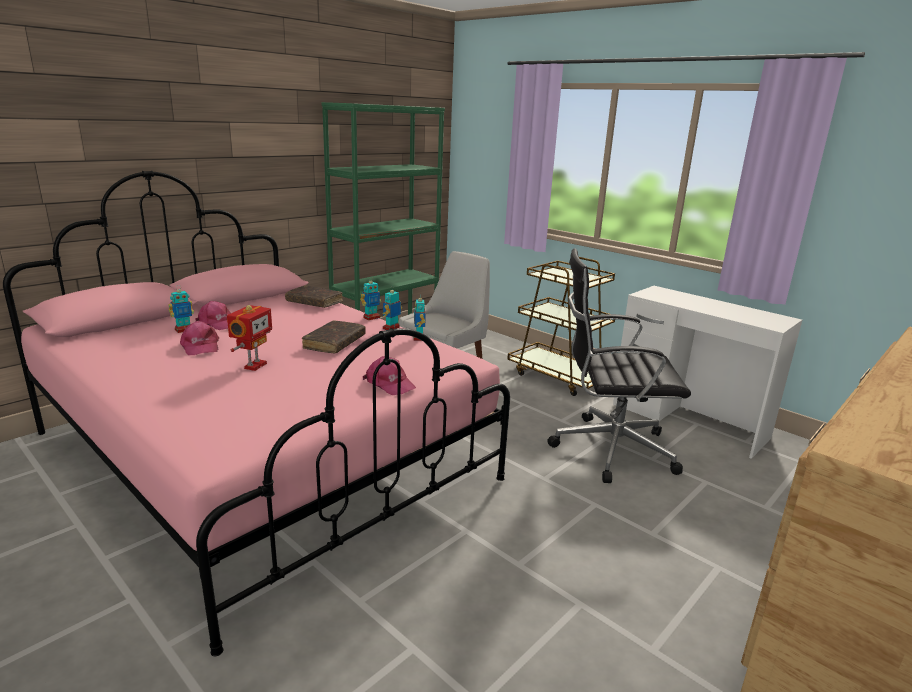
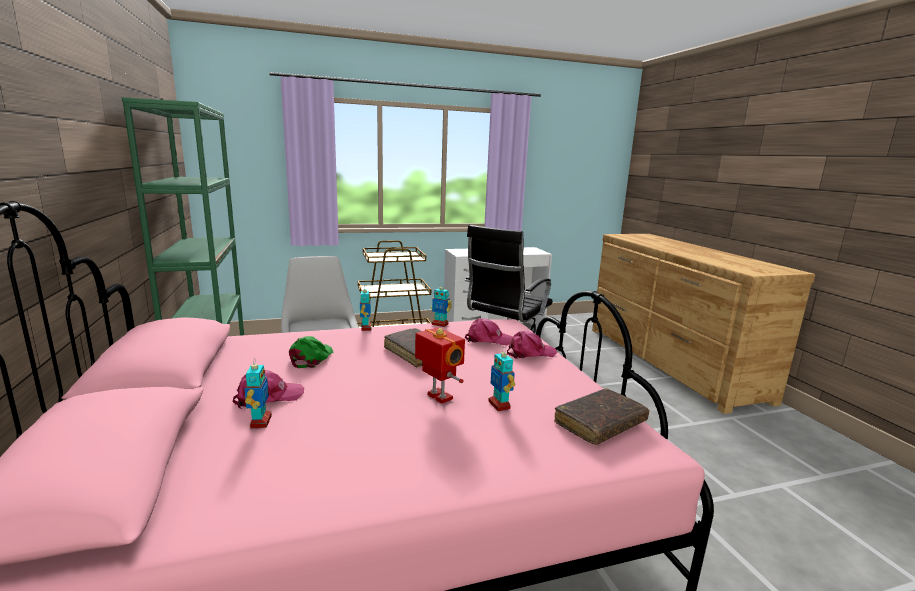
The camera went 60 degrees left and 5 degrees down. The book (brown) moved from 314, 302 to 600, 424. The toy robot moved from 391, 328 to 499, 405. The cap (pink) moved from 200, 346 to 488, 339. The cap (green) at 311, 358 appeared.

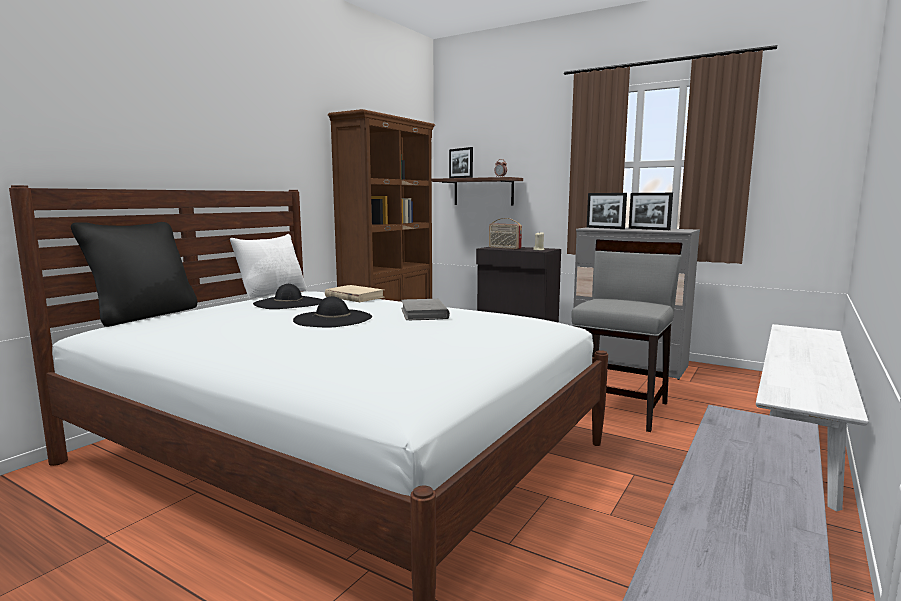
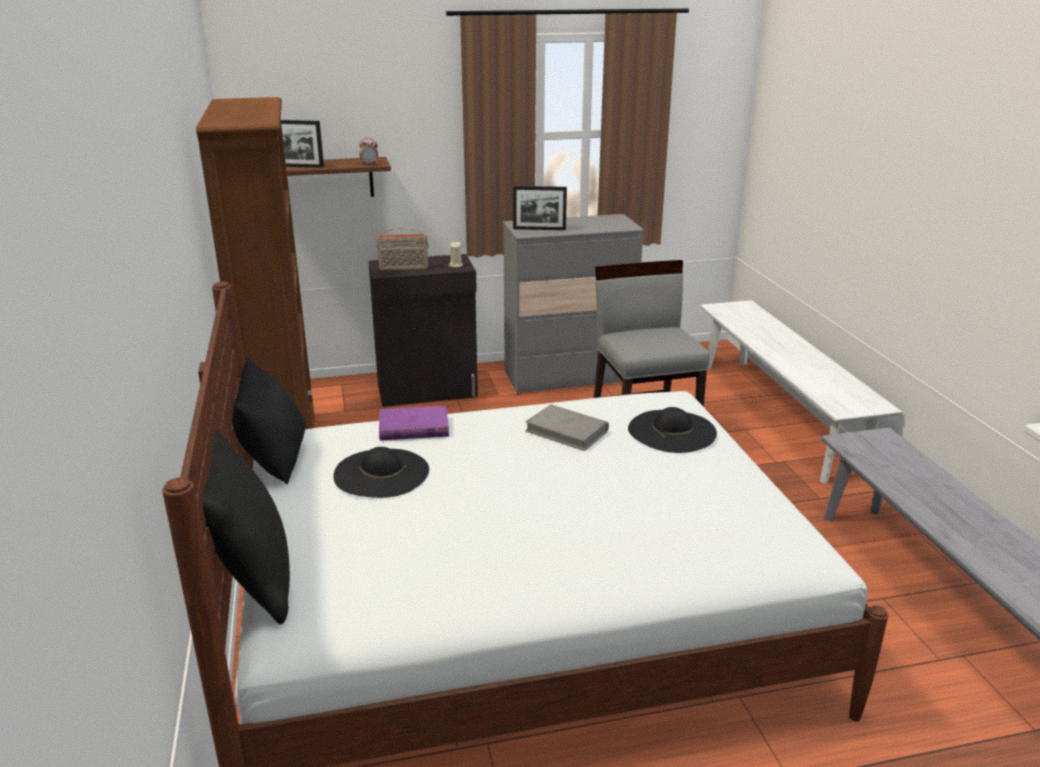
The camera went 45 degrees left and 15 degrees up. The picture frame at 648, 229 disappeared. The pillow (white) at 273, 294 became the pillow (black) at 274, 459. The book (beige) at 354, 297 became the book (purple) at 413, 427. The hat (black) moved from 333, 319 to 672, 431.

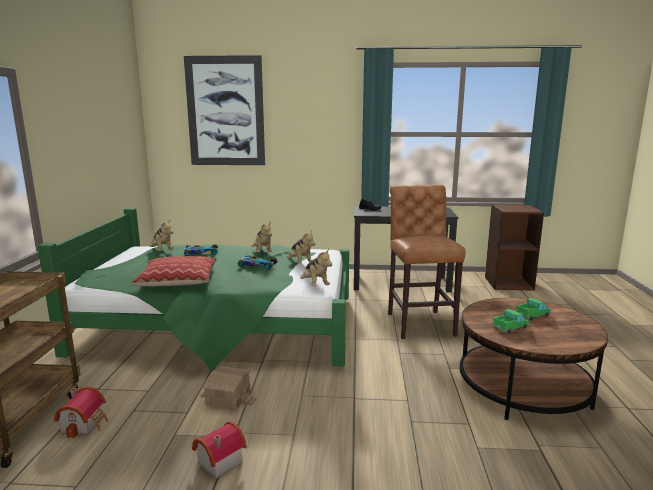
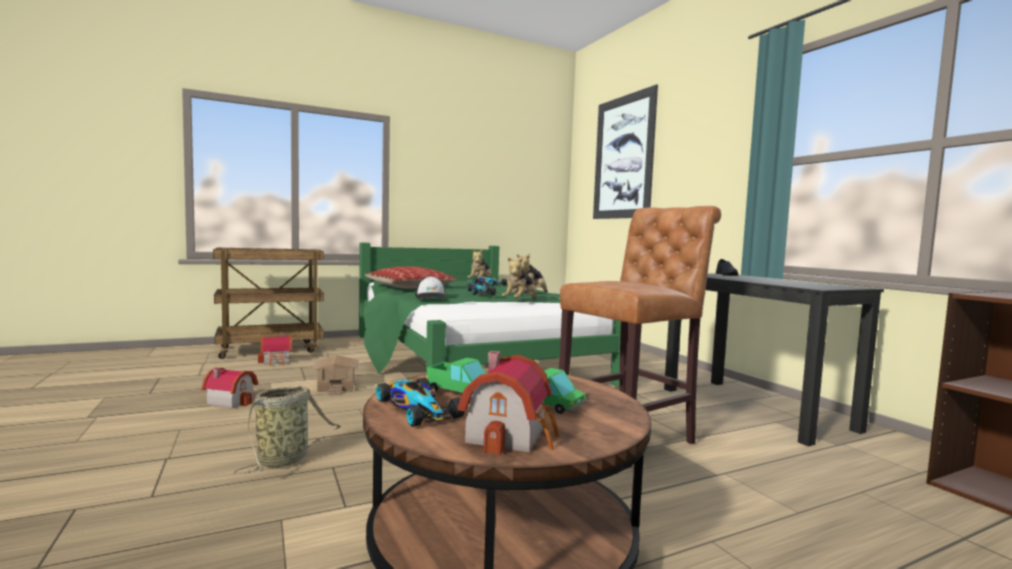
The camera went 60 degrees right and 10 degrees down. The plush toy at 315, 285 disappeared. The cap at 431, 297 appeared. The toy house at 512, 435 appeared. The toy car at 417, 408 appeared. The basket at 286, 459 appeared.

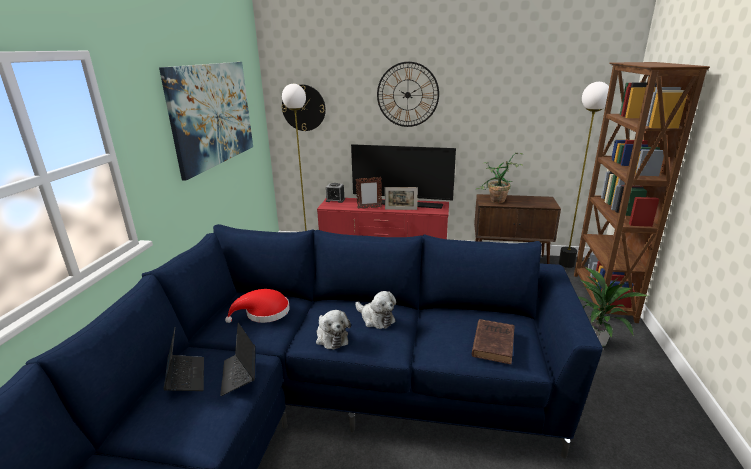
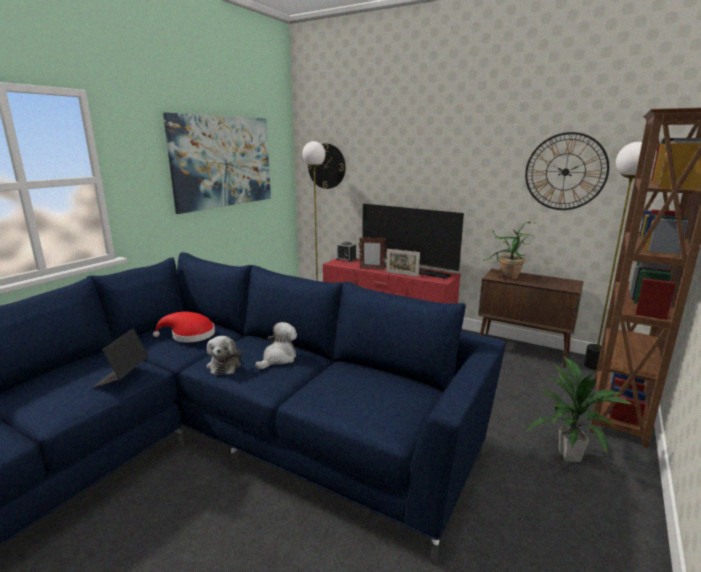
The camera went 20 degrees right and 5 degrees down. The wall clock moved from 407, 95 to 565, 172. The plush toy at 376, 318 turned 120 degrees counterclockwise. The book (brown) at 493, 343 disappeared. The laptop at 186, 377 disappeared.

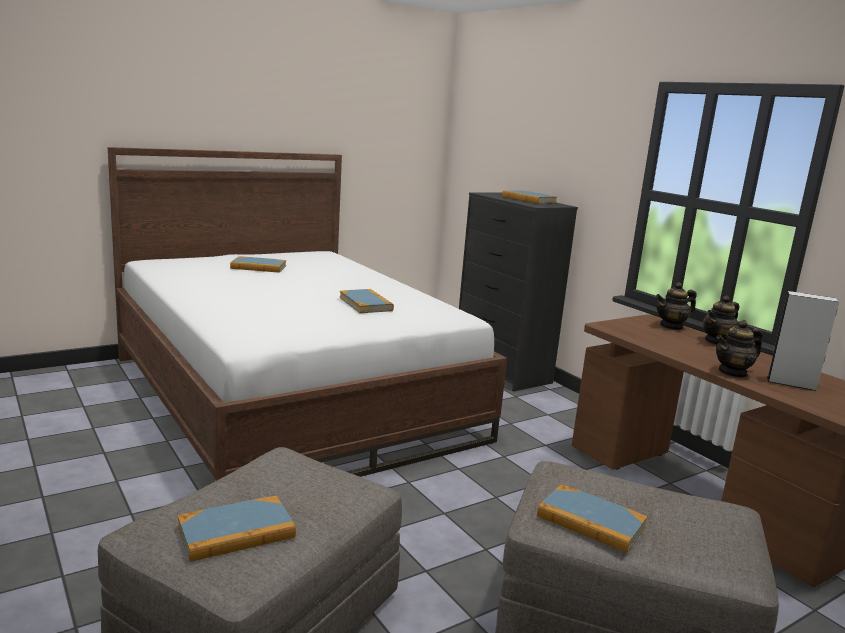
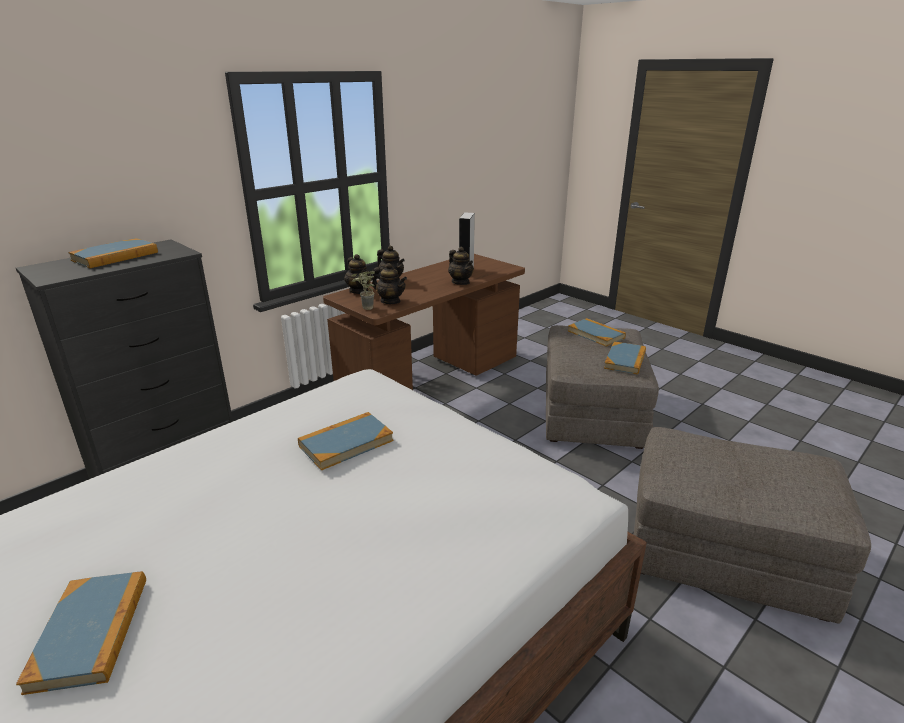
The camera went 100 degrees left and 10 degrees up. The book moved from 236, 532 to 596, 334. The teapot at 390, 301 appeared. The potted plant at 365, 309 appeared.

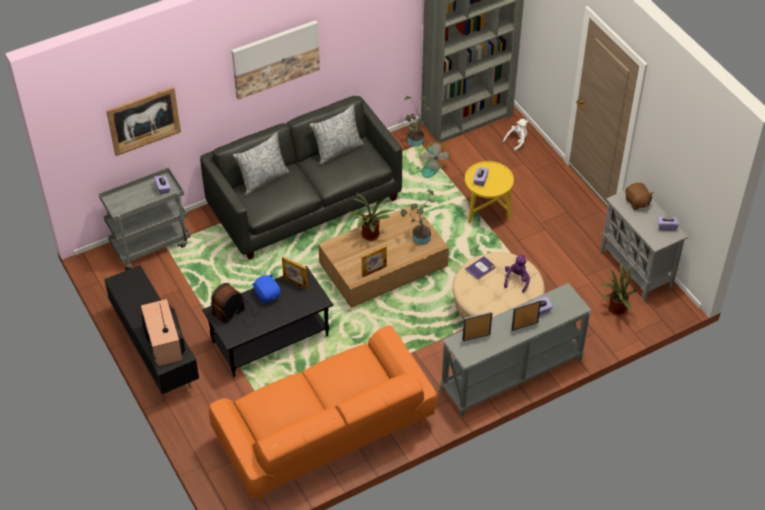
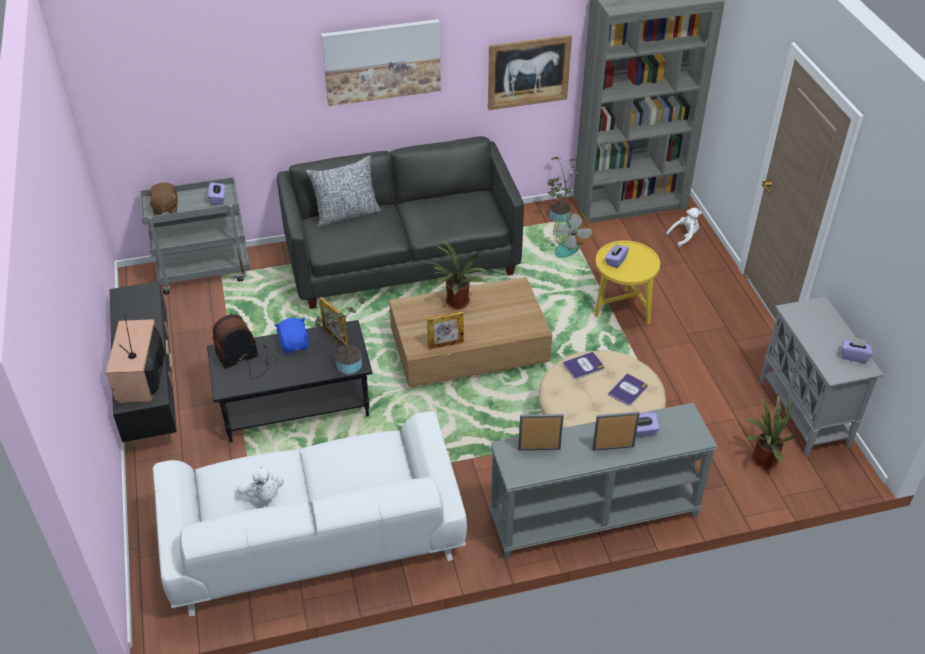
The camera went 15 degrees right and 5 degrees down. The picture moved from 144, 120 to 528, 72. The pillow at 337, 150 disappeared. The plush toy (brown) moved from 637, 202 to 165, 208. The potted plant moved from 419, 238 to 345, 364. The plush toy (purple) at 516, 280 was replaced by the book at 628, 390. The sofa (orange) at 324, 432 became the sofa (white) at 313, 539. The plush toy (white) at 263, 495 appeared.

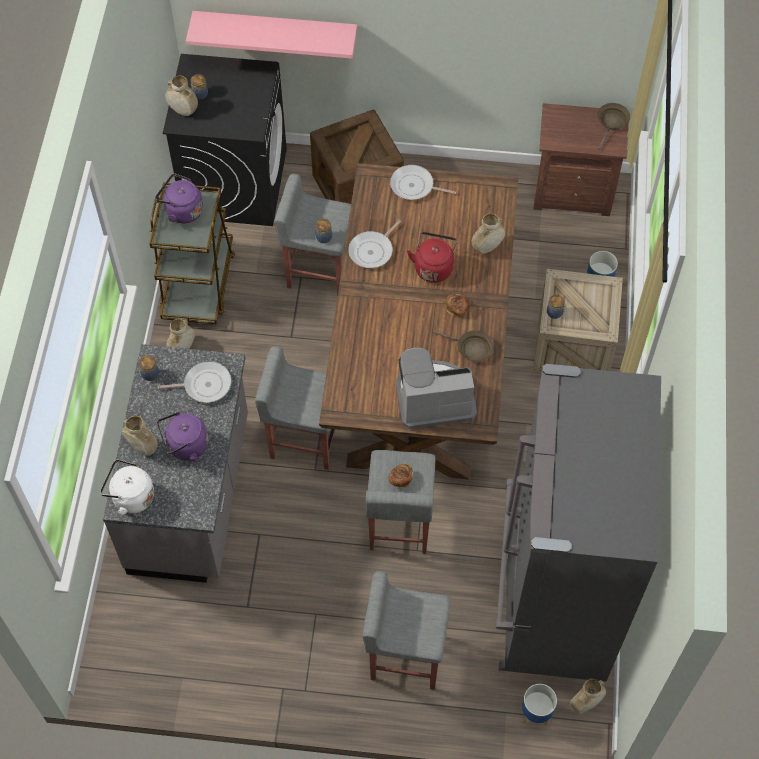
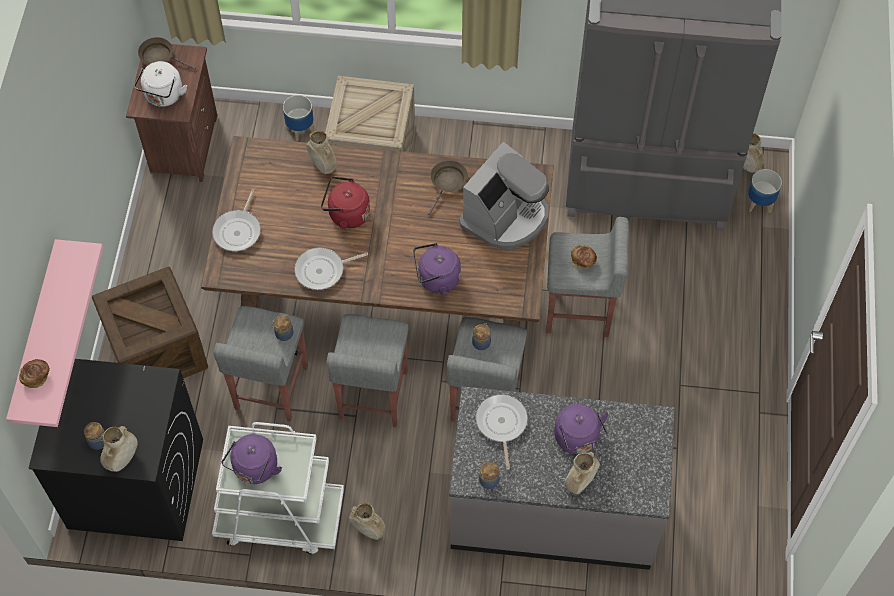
The camera went 90 degrees left and 0 degrees up. The cart (brown) at 198, 283 became the cart (white) at 279, 517. The frying pan at 373, 250 turned 120 degrees clockwise. The bread moved from 457, 309 to 36, 376. The jar moved from 555, 313 to 481, 342. The coffee machine at 433, 398 turned 135 degrees counterclockwise. The kettle (white) moved from 130, 497 to 163, 96. The stool (grey) moved from 405, 656 to 373, 395. The kettle (purple) at 436, 279 appeared.

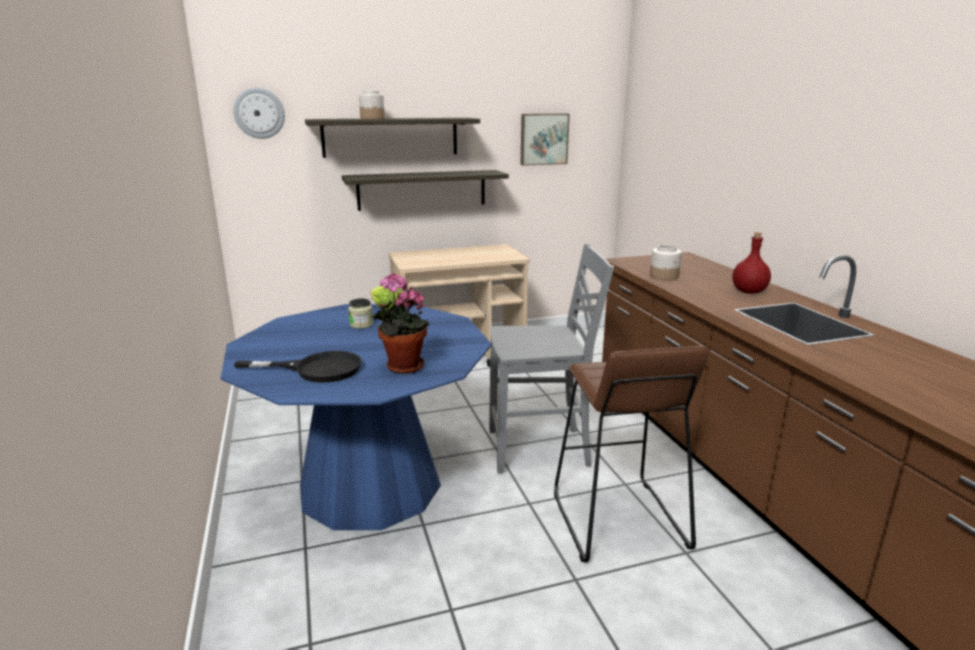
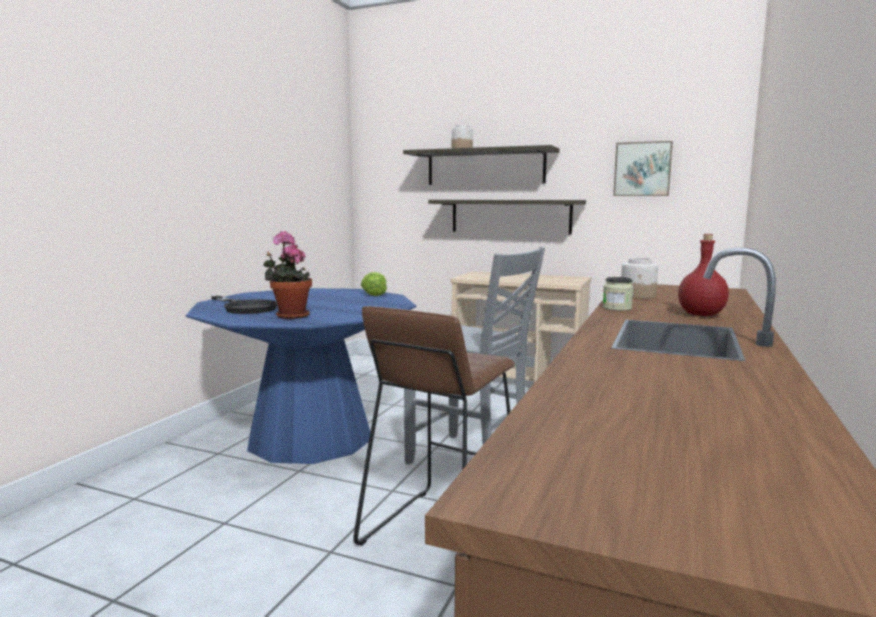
The camera went 40 degrees right and 10 degrees down. The wall clock at 259, 113 disappeared. The jar moved from 361, 324 to 617, 308.

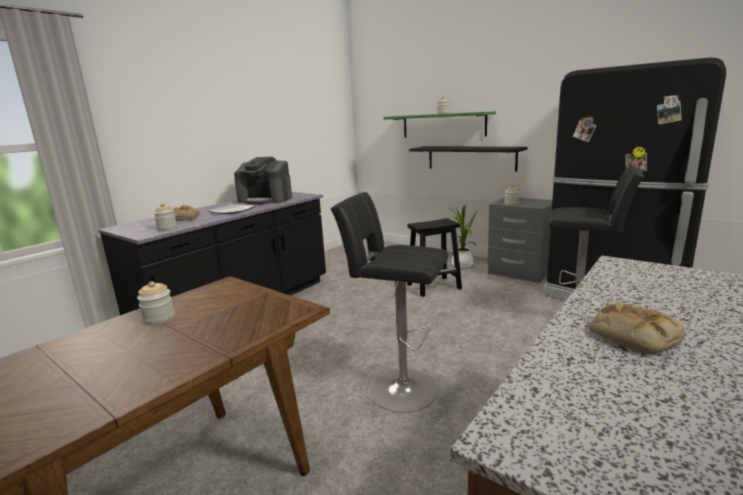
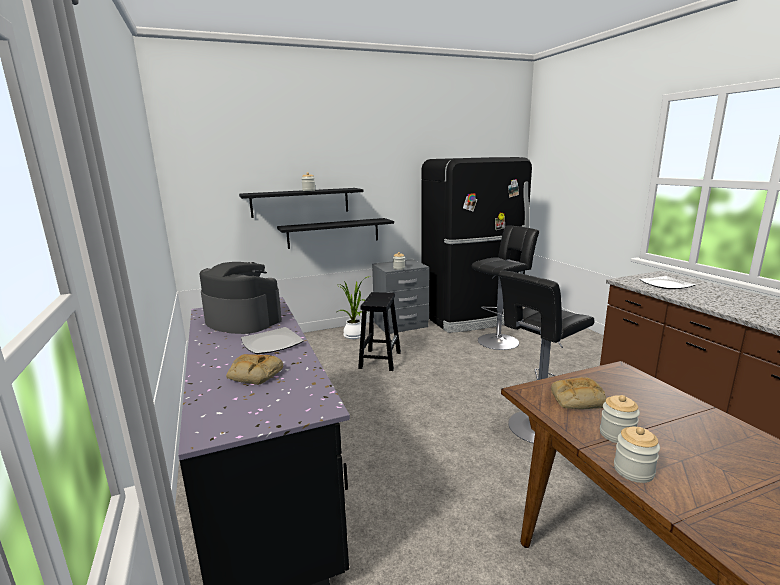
The camera went 60 degrees left and 0 degrees up. The shelf (green) at 443, 125 became the shelf (black) at 300, 202. The coffee machine at 266, 200 turned 105 degrees counterclockwise. The jar moved from 167, 228 to 633, 471. The bread moved from 632, 336 to 577, 399. The plate at 666, 285 appeared.

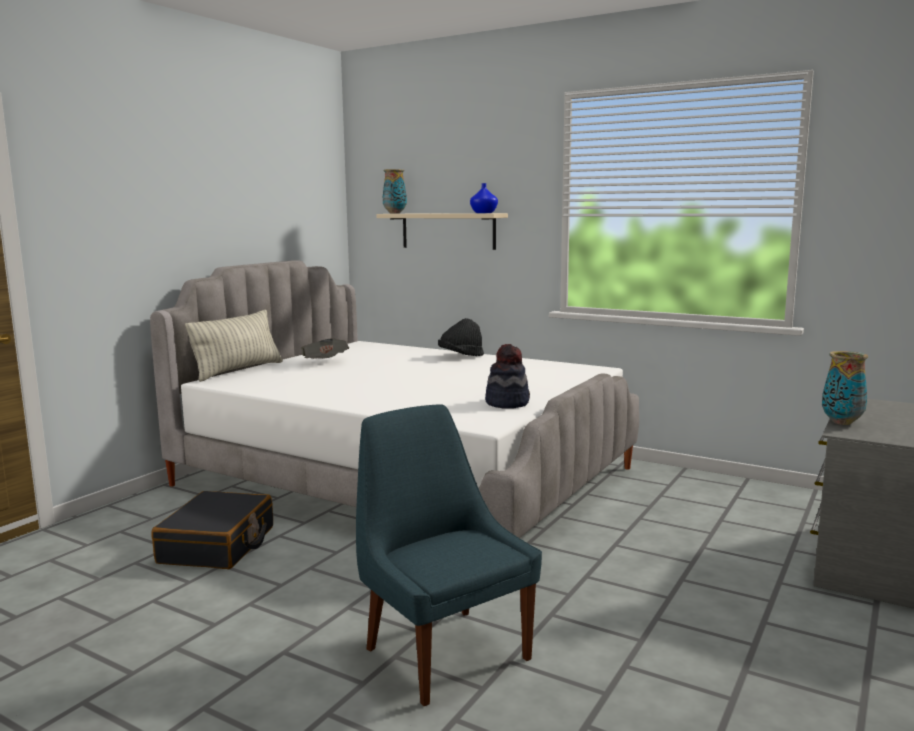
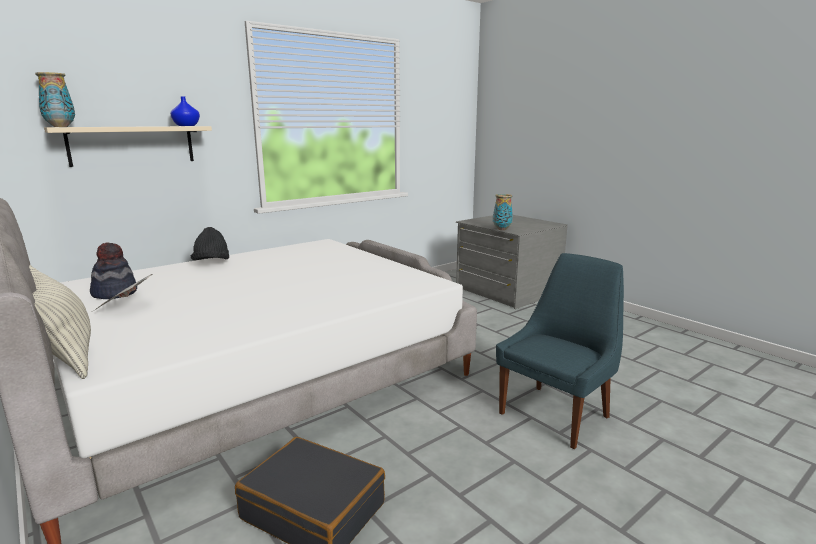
The camera went 70 degrees left and 5 degrees up. The hat moved from 507, 403 to 115, 293. The chair (blue) at 443, 651 turned 150 degrees clockwise.

